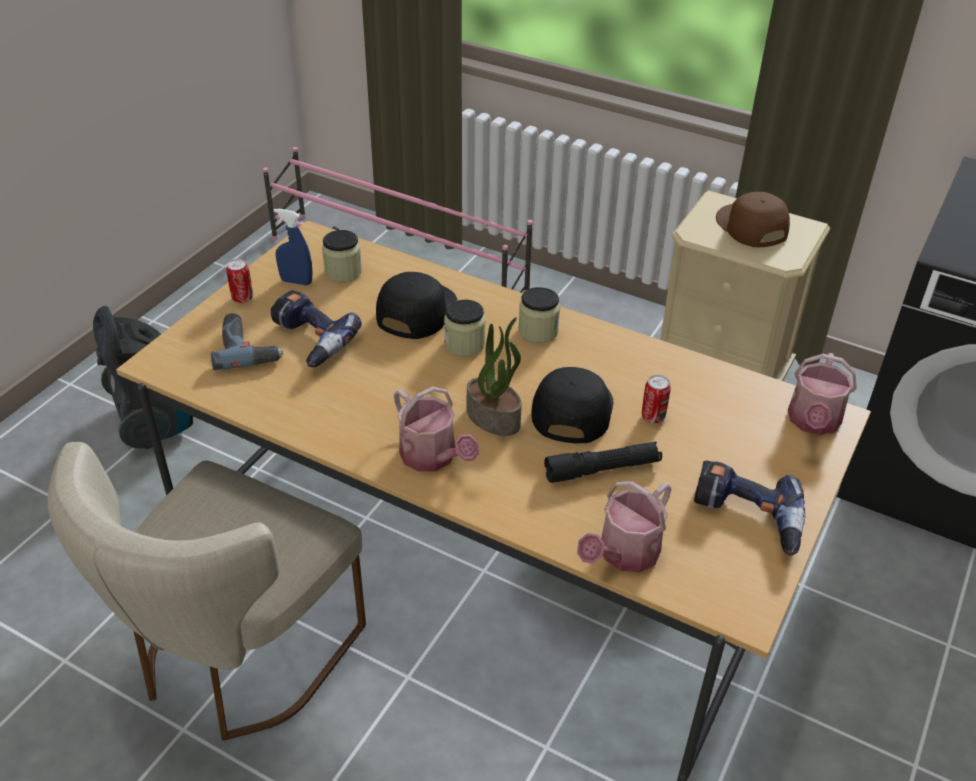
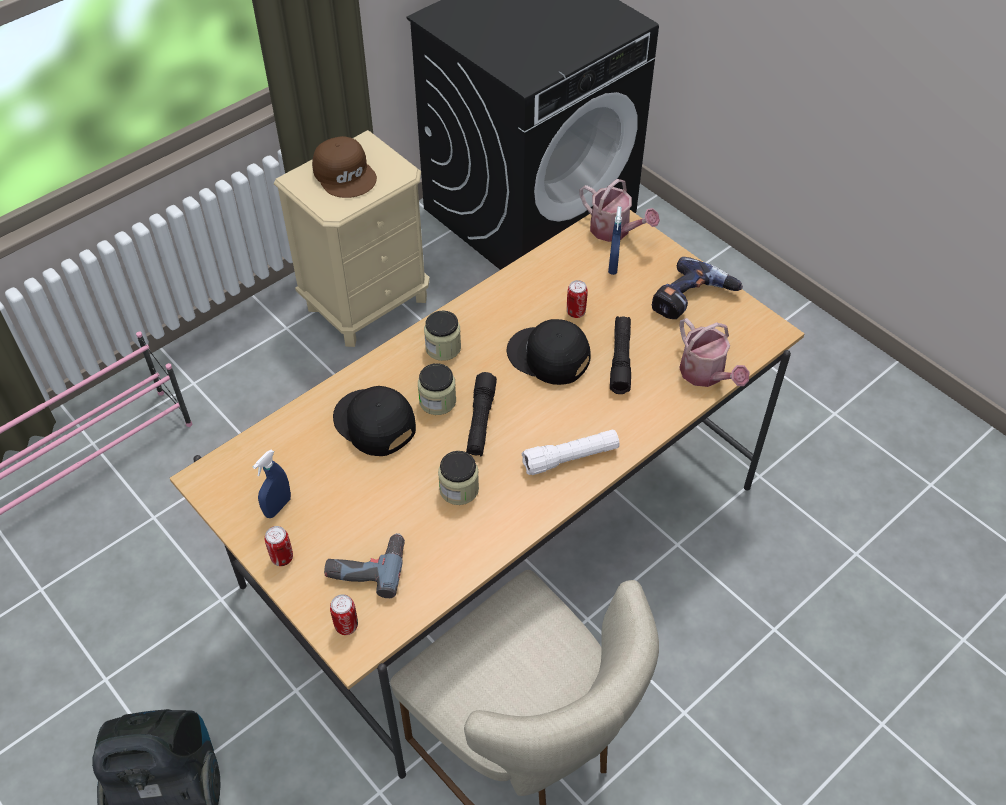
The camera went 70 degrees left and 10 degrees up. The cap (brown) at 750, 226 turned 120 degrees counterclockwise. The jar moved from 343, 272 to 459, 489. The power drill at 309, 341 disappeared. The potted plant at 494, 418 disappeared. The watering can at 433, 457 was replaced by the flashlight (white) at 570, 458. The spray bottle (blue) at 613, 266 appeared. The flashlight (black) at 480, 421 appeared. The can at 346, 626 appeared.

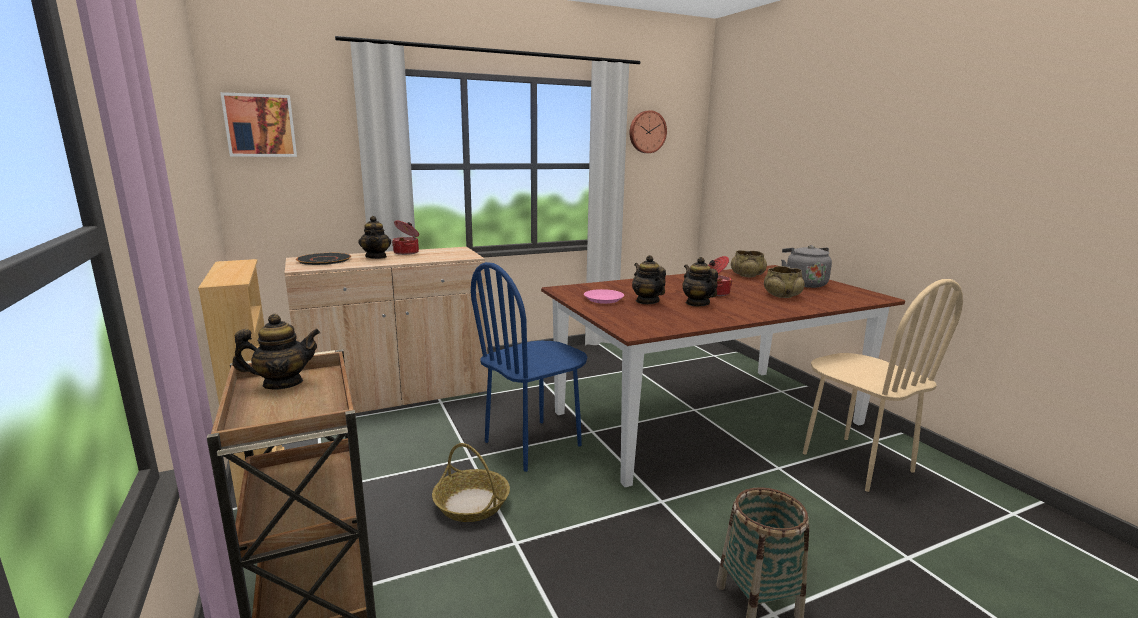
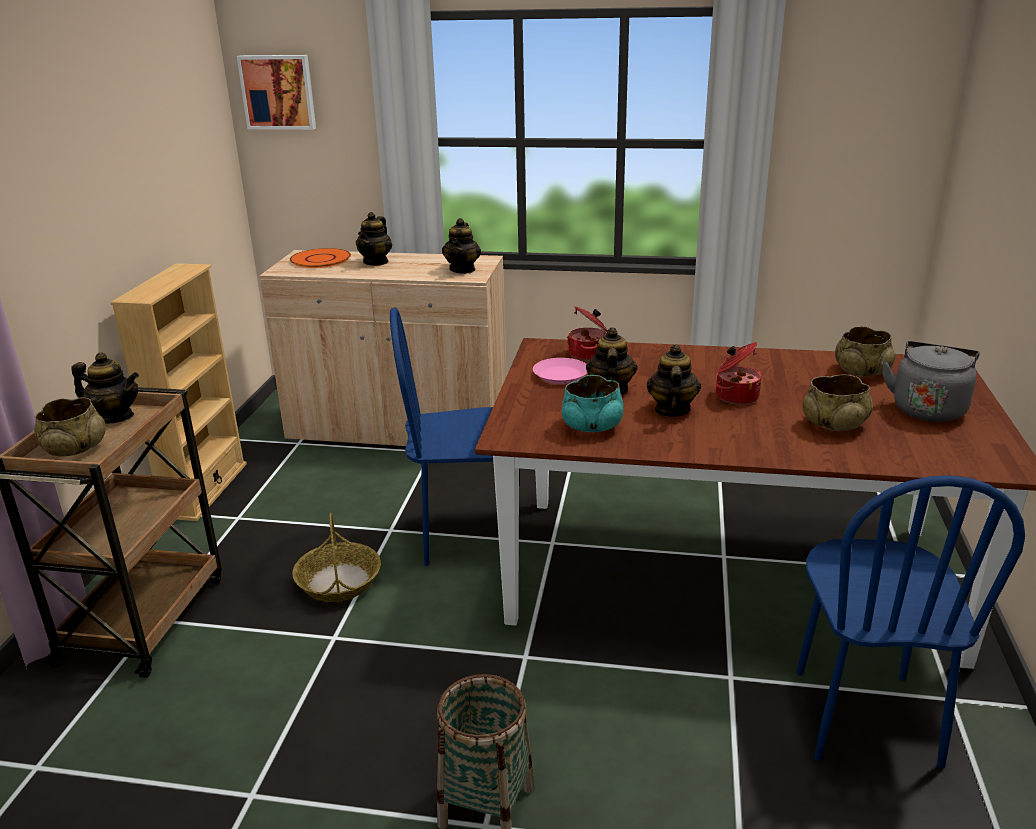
The camera went 35 degrees right and 10 degrees up. The wall clock at 647, 132 disappeared. The cooking pot moved from 407, 252 to 589, 354. The plate (black) at 324, 260 became the plate (orange) at 321, 259. The chair (beige) at 856, 462 became the chair (blue) at 864, 717. The teapot at 462, 270 appeared. The bowl (turquoise) at 591, 426 appeared. The bowl (beige) at 74, 449 appeared.

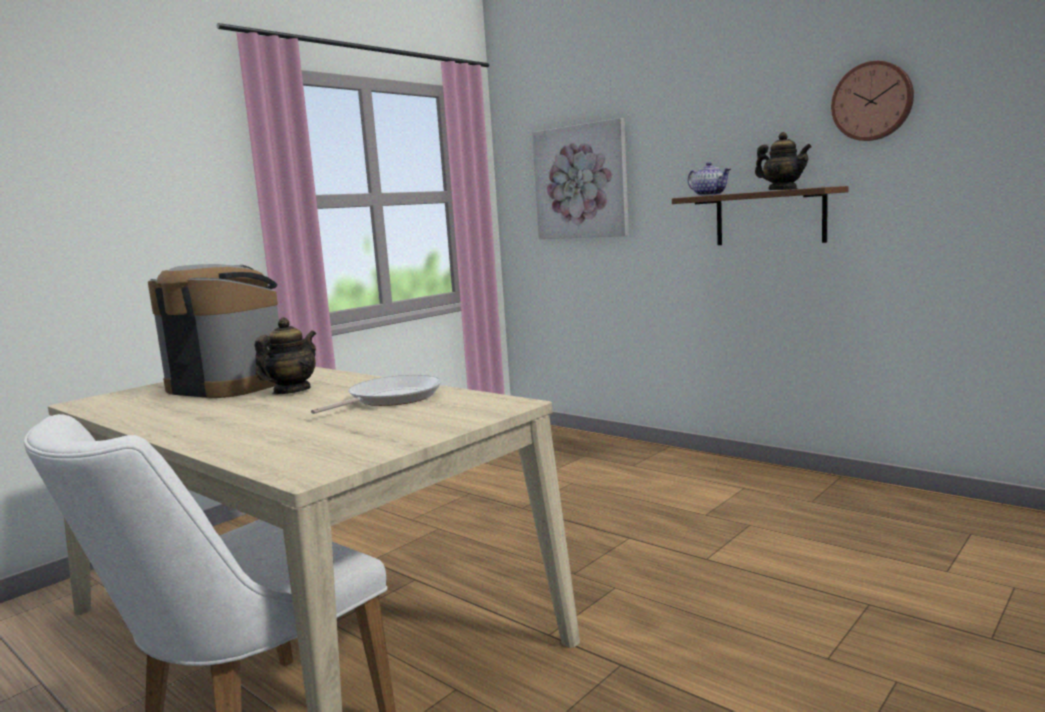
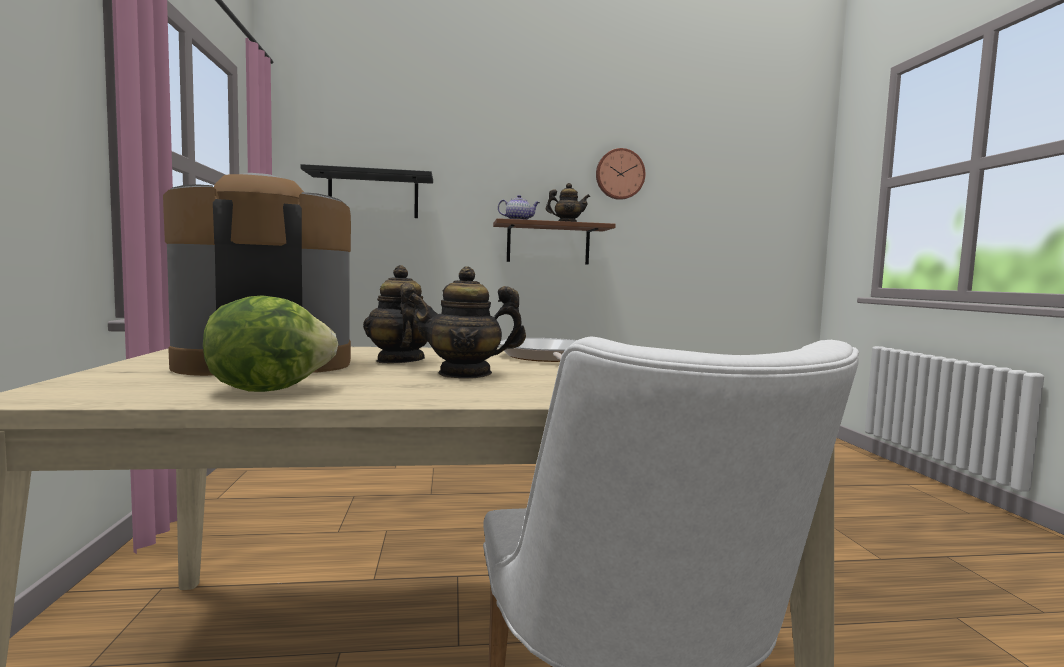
The camera went 50 degrees left and 5 degrees down. The picture at 581, 182 was replaced by the shelf (black) at 373, 196. The teapot at 465, 374 appeared. The lettuce at 268, 389 appeared.

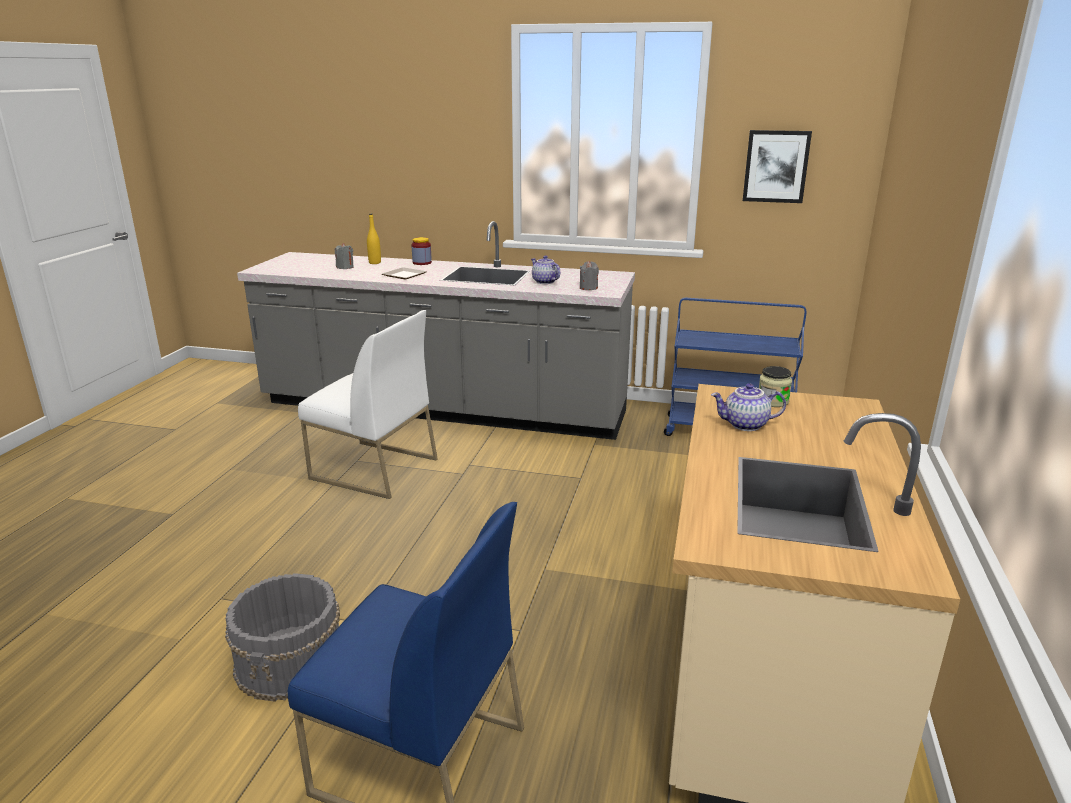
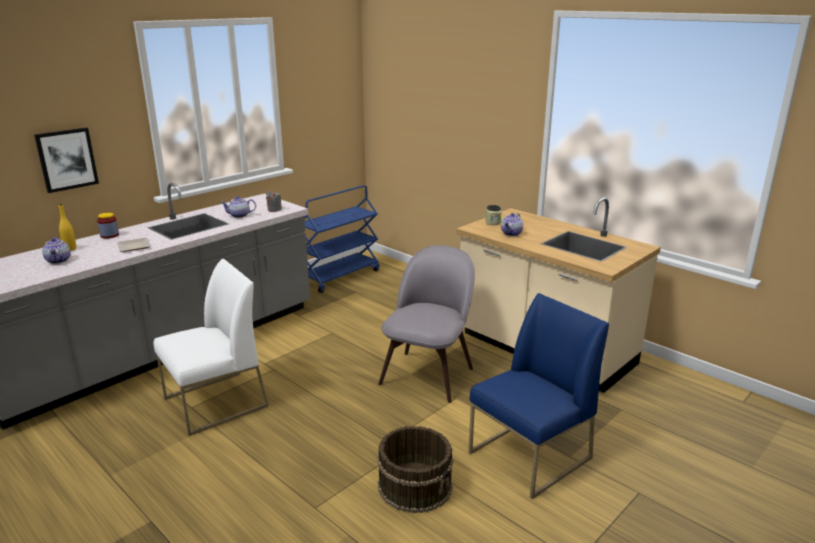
The camera went 60 degrees left and 0 degrees up. The picture moved from 776, 166 to 67, 159. The candle (grey) at 345, 267 was replaced by the teapot at 59, 260. The bucket (grey) at 291, 661 became the bucket (brown) at 415, 485. The chair (grey) at 428, 374 appeared.

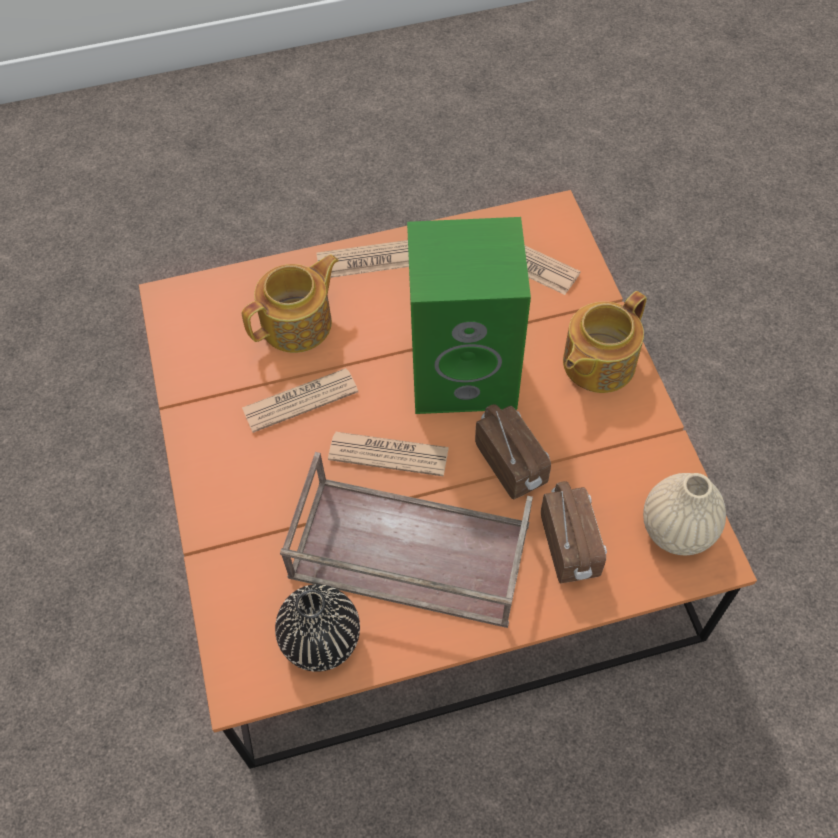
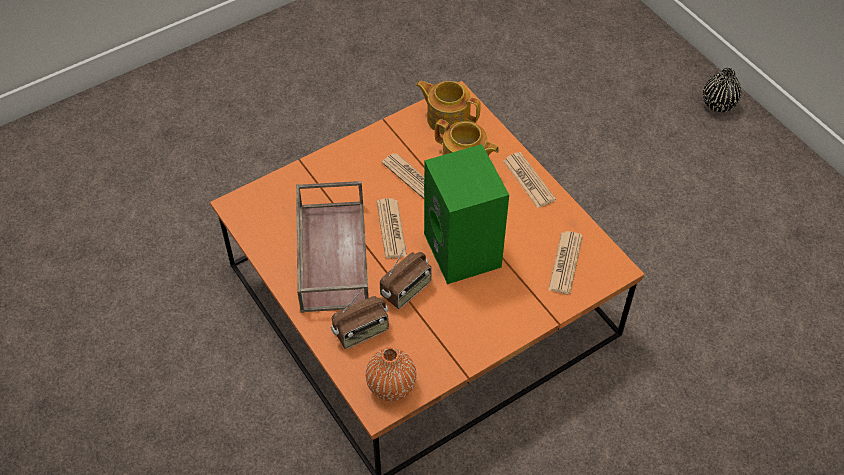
The camera went 70 degrees right and 5 degrees down. The teapot moved from 597, 363 to 447, 118. The vase (beige) at 677, 530 became the vase (orange) at 391, 386. The vase (black) moved from 321, 640 to 718, 104.

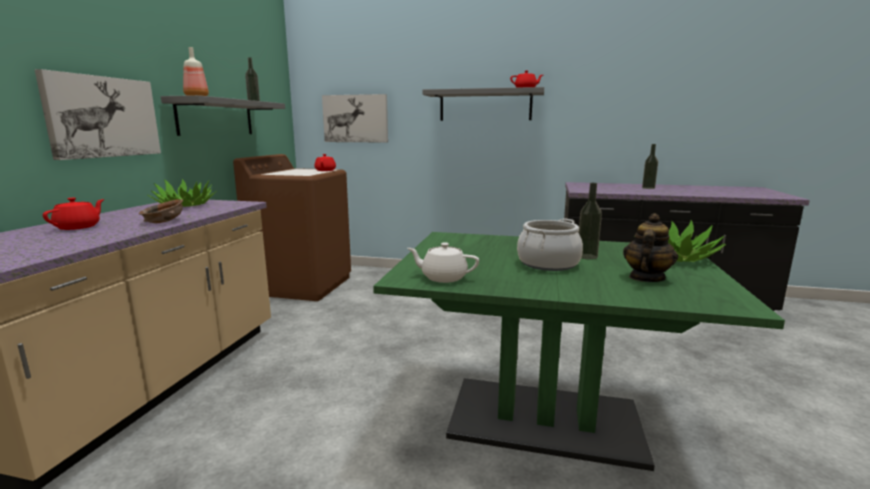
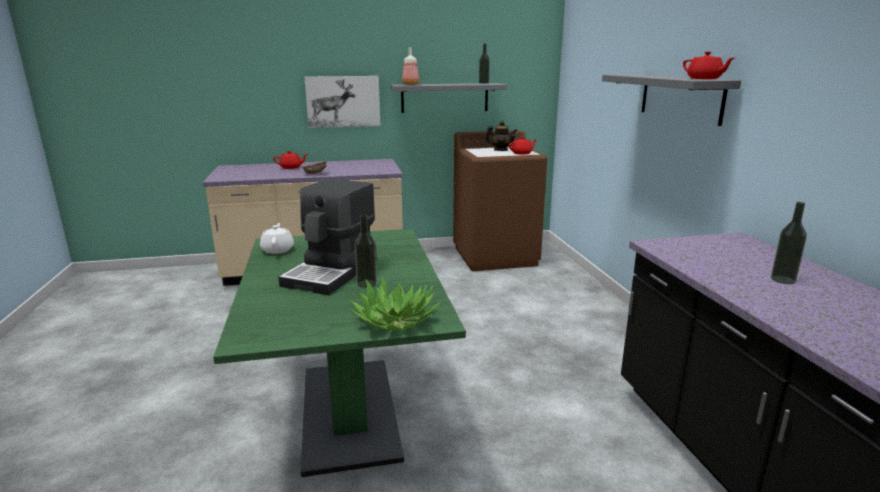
The camera went 65 degrees right and 5 degrees up. The picture at 355, 118 disappeared. The potted plant at 185, 205 disappeared. The teapot moved from 646, 278 to 500, 150. The cooking pot at 548, 263 was replaced by the coffee machine at 333, 272.

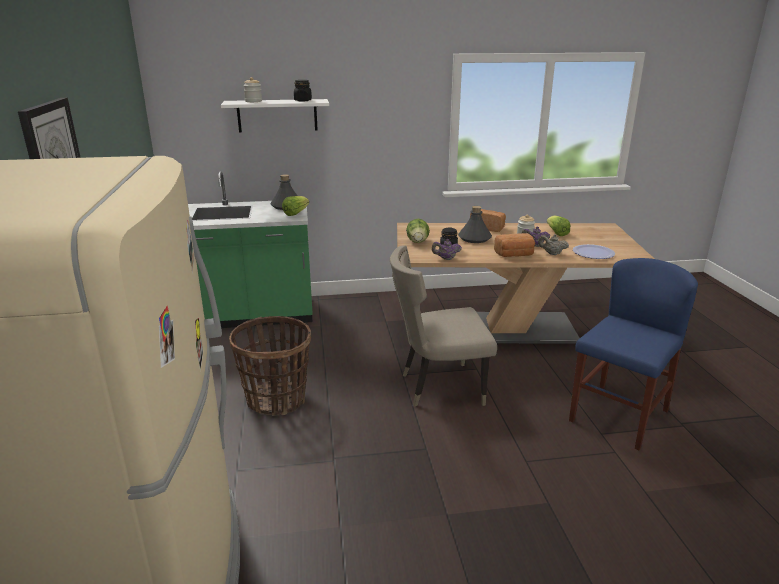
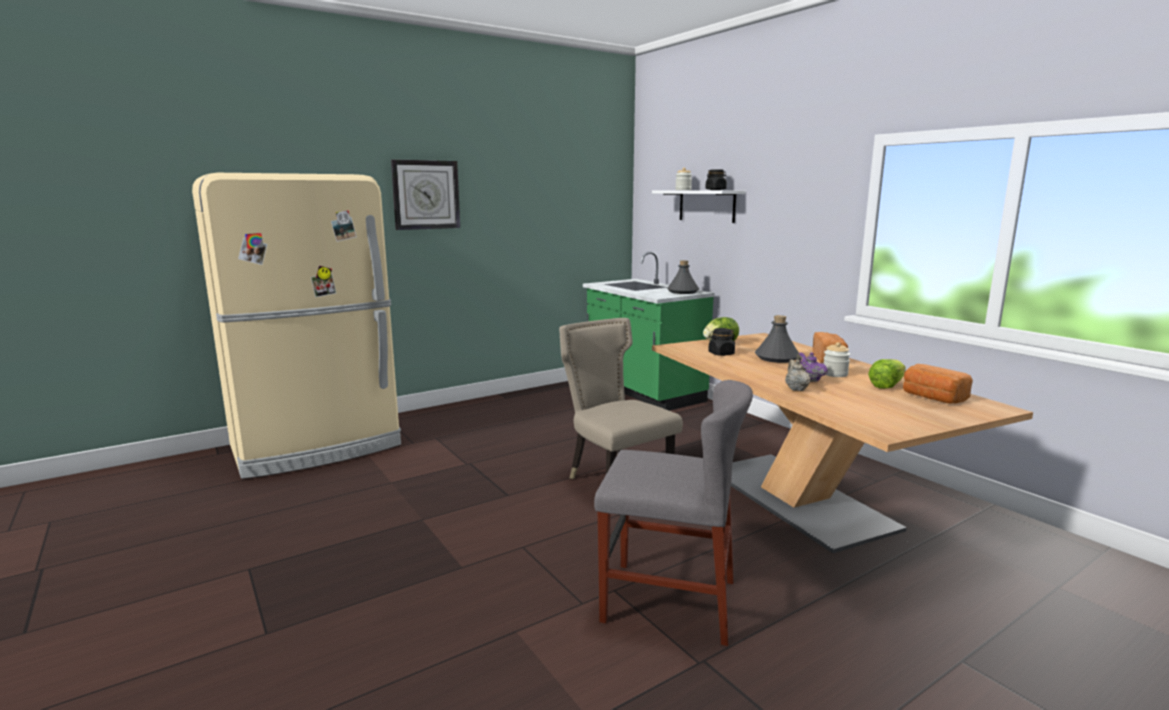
The camera went 65 degrees right and 10 degrees down. The lettuce at 295, 213 disappeared. The bread moved from 514, 255 to 932, 398. The teapot (purple) at 446, 259 disappeared. The plate at 593, 253 disappeared. The chair (blue) at 618, 415 became the chair (grey) at 669, 601. The basket at 276, 400 disappeared.

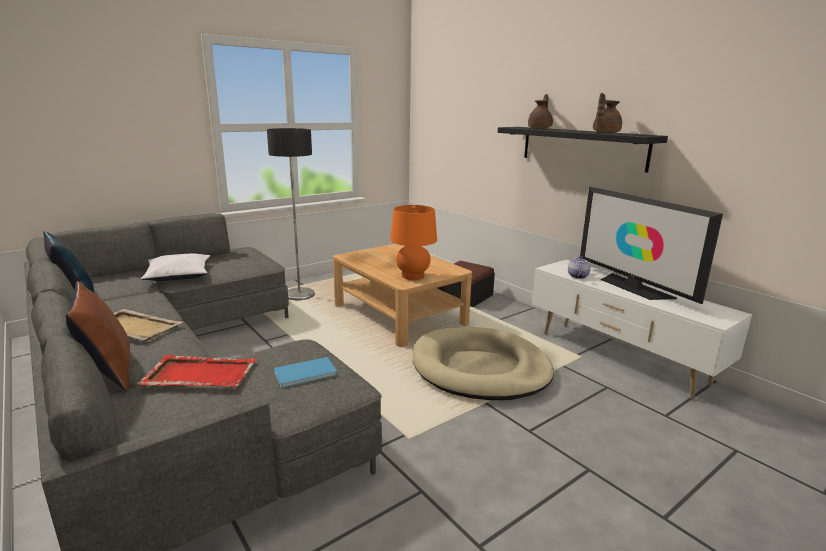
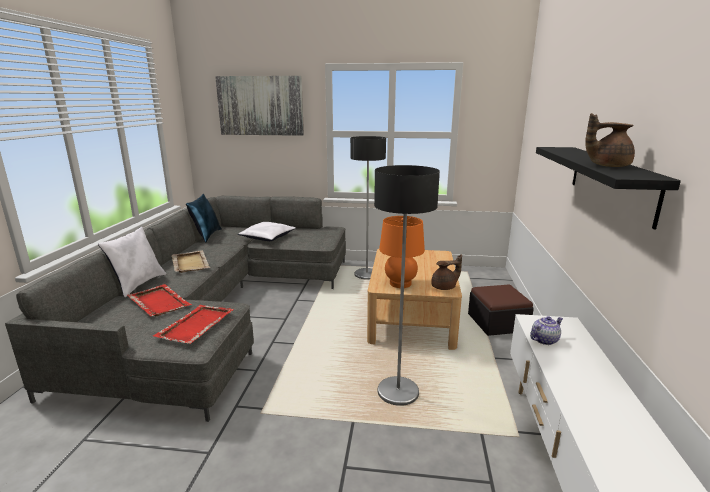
The camera went 45 degrees right and 0 degrees up. The teapot (brown) moved from 540, 128 to 444, 287. The television at 633, 287 disappeared. The pillow (brown) at 109, 373 became the pillow (white) at 138, 284. The dog bed (beige) at 480, 368 was replaced by the floor lamp at 398, 392. The book (blue) at 307, 373 was replaced by the tray (red) at 195, 326. The picture at 260, 106 appeared.

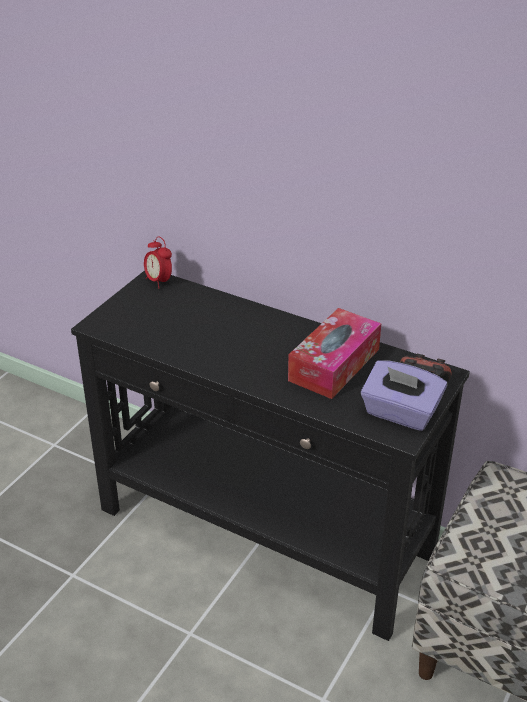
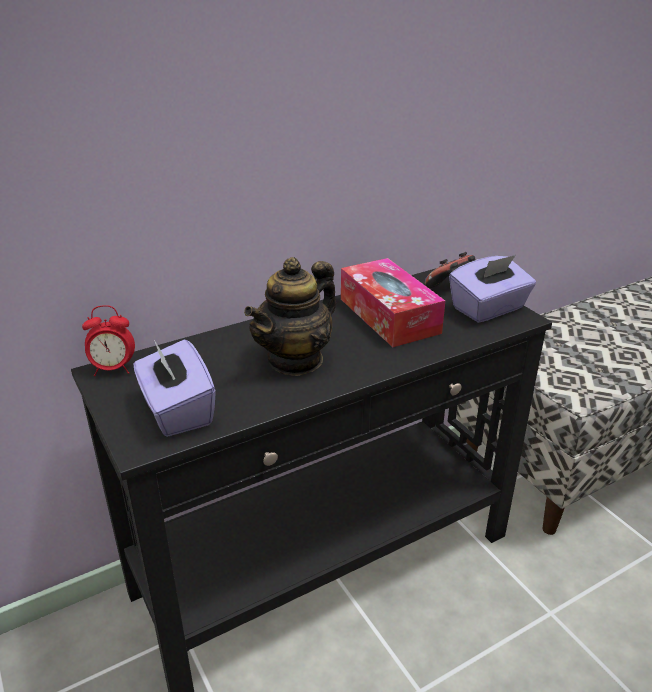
The camera went 60 degrees left and 5 degrees down. The teapot at 295, 359 appeared. The tissue box (purple) at 177, 411 appeared.

